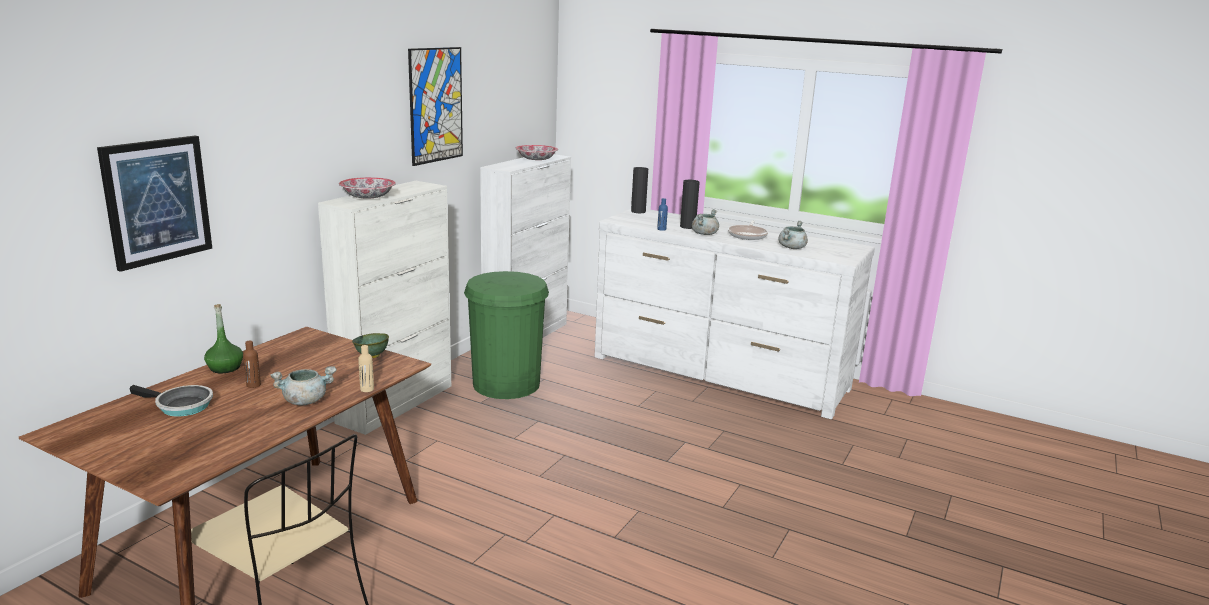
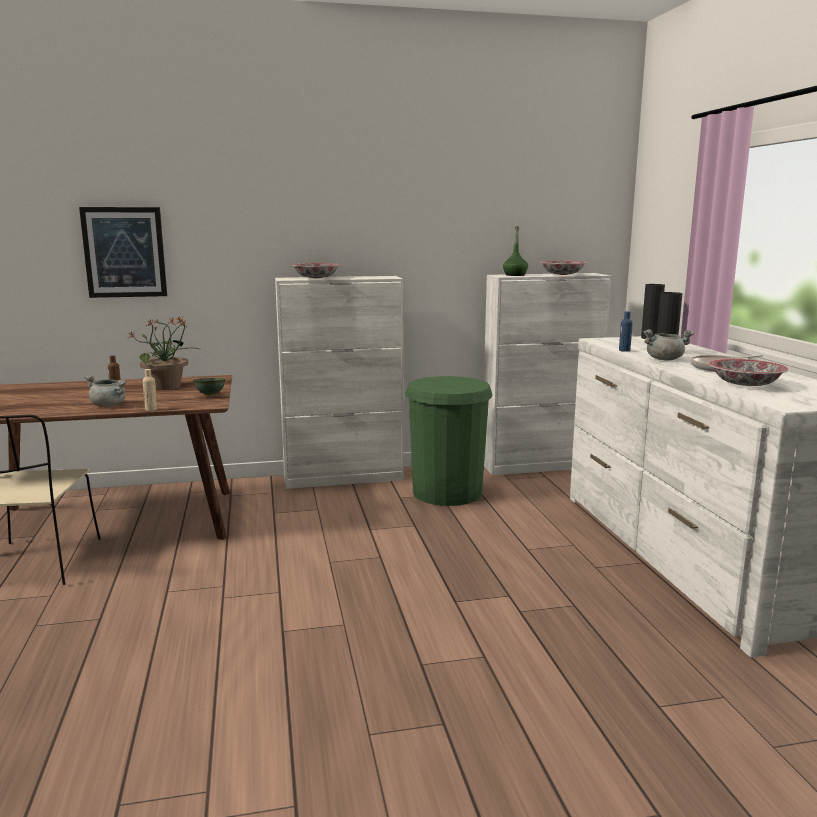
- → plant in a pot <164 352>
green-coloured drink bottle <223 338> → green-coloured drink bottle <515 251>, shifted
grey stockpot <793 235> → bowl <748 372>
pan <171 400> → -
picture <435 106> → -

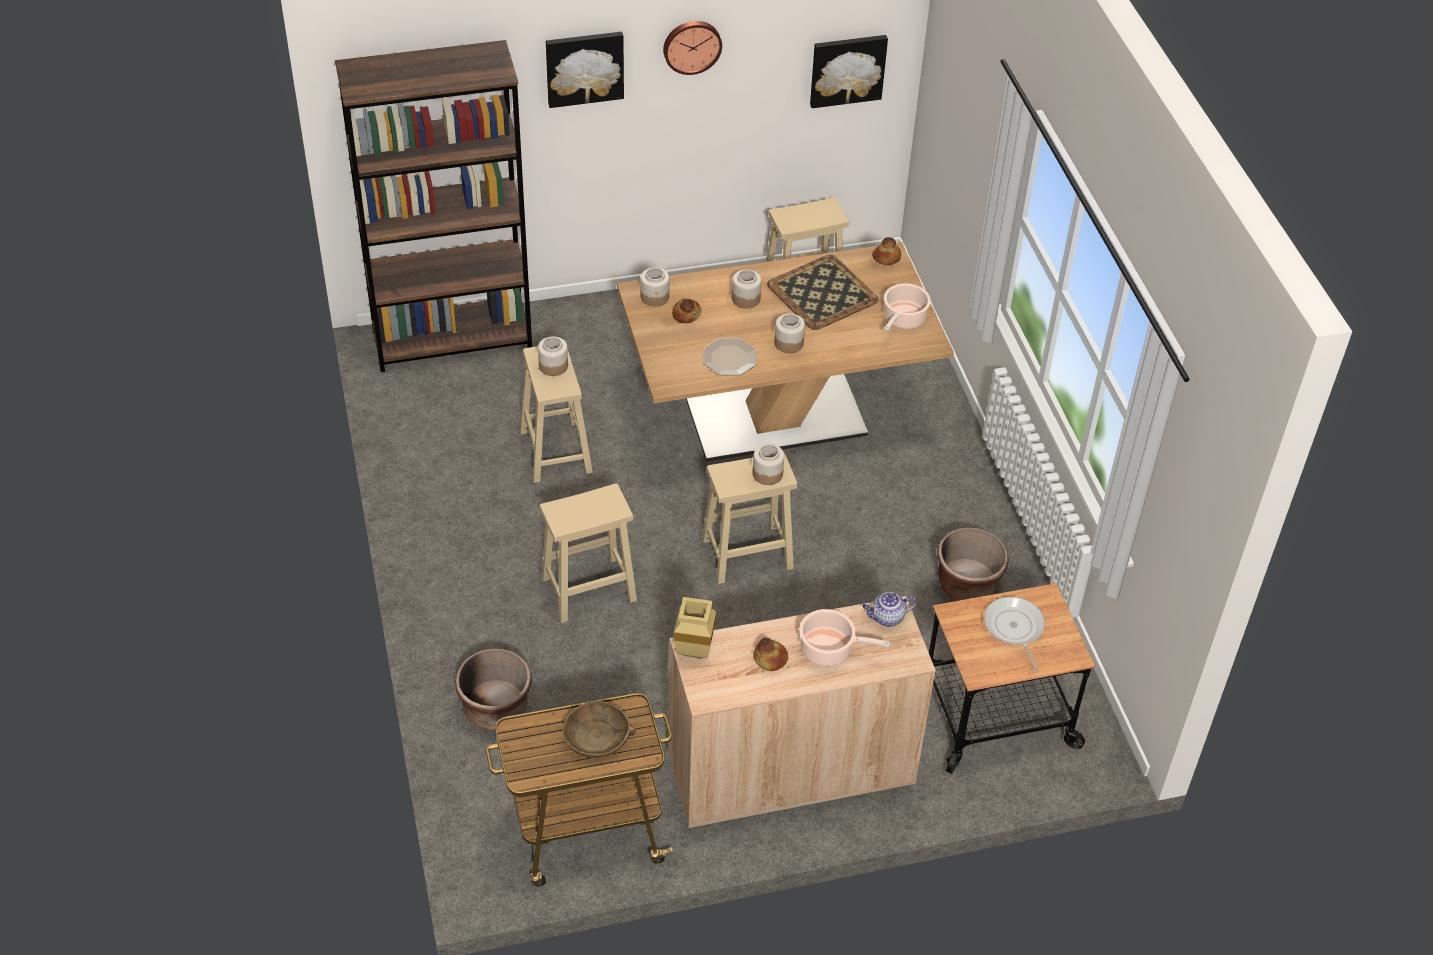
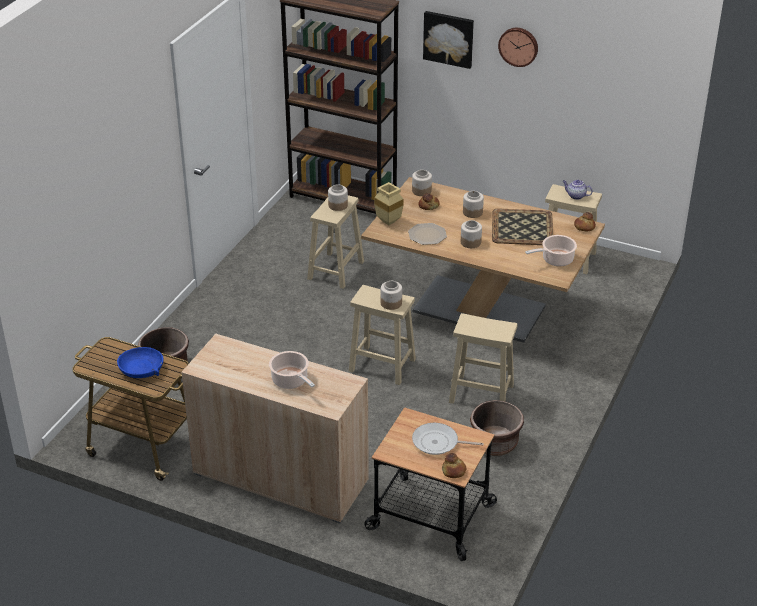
brown bowl <599 729> → blue-coloured bowl <140 362>
beige-coloured vase <695 627> → beige-coloured vase <389 203>, shifted
pan <1014 635> → pan <447 439>, 105 degrees counterclockwise
baked bread <770 654> → baked bread <454 465>, shifted
beige-coloured stool seat <588 553> → beige-coloured stool seat <483 358>, shifted
pot for tea <889 609> → pot for tea <578 190>, shifted
picture <849 71> → -

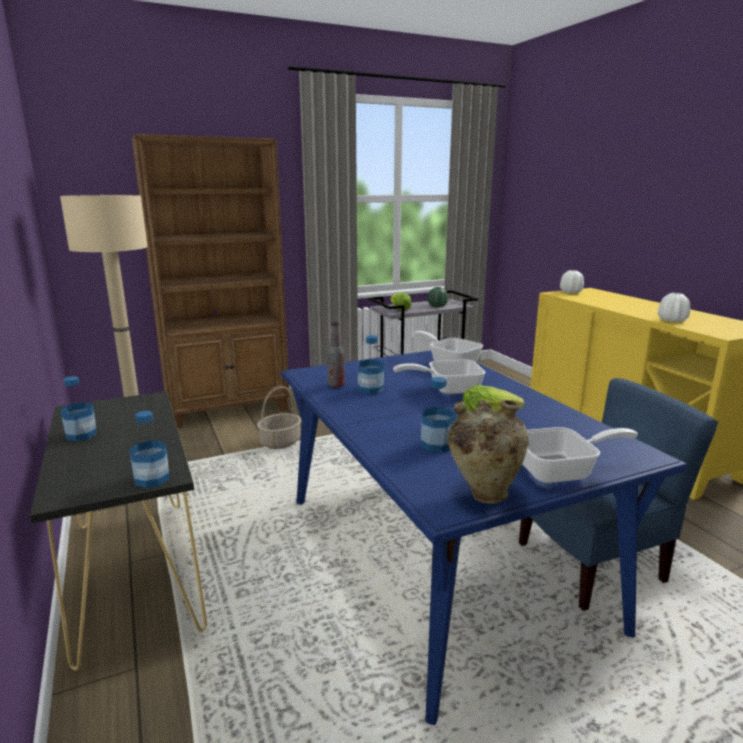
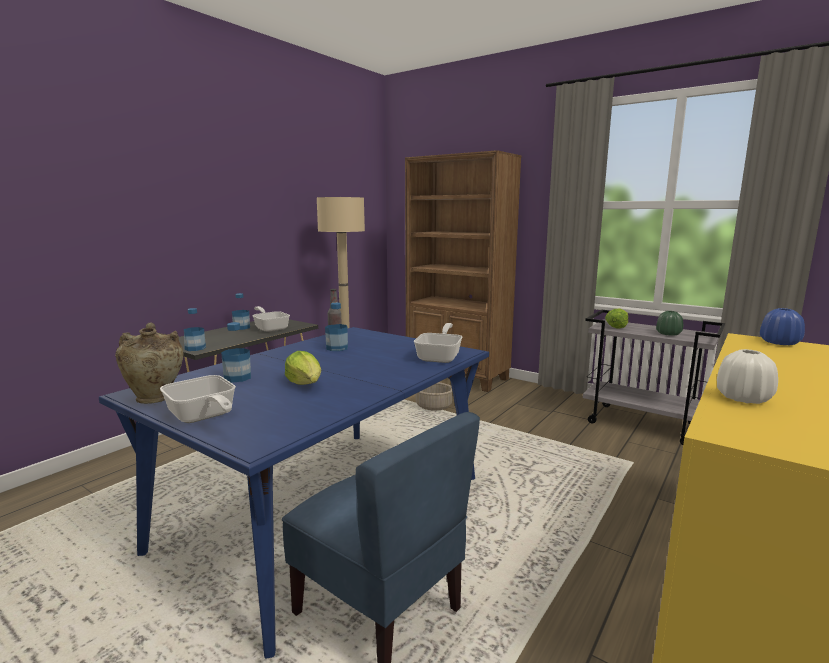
pan <439 377> → pan <271 319>, shifted
white-coloured vase <572 281> → blue-coloured vase <782 326>

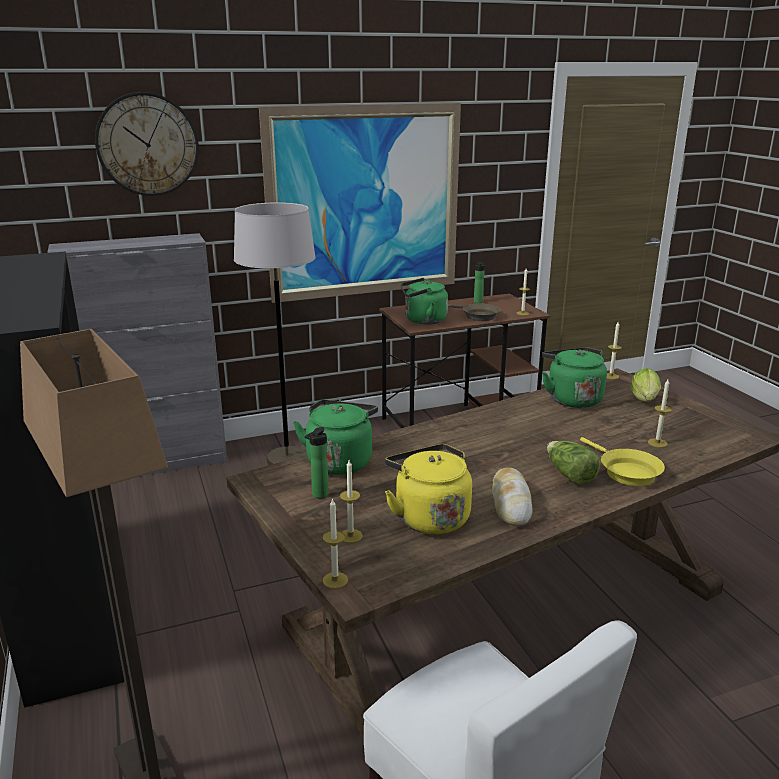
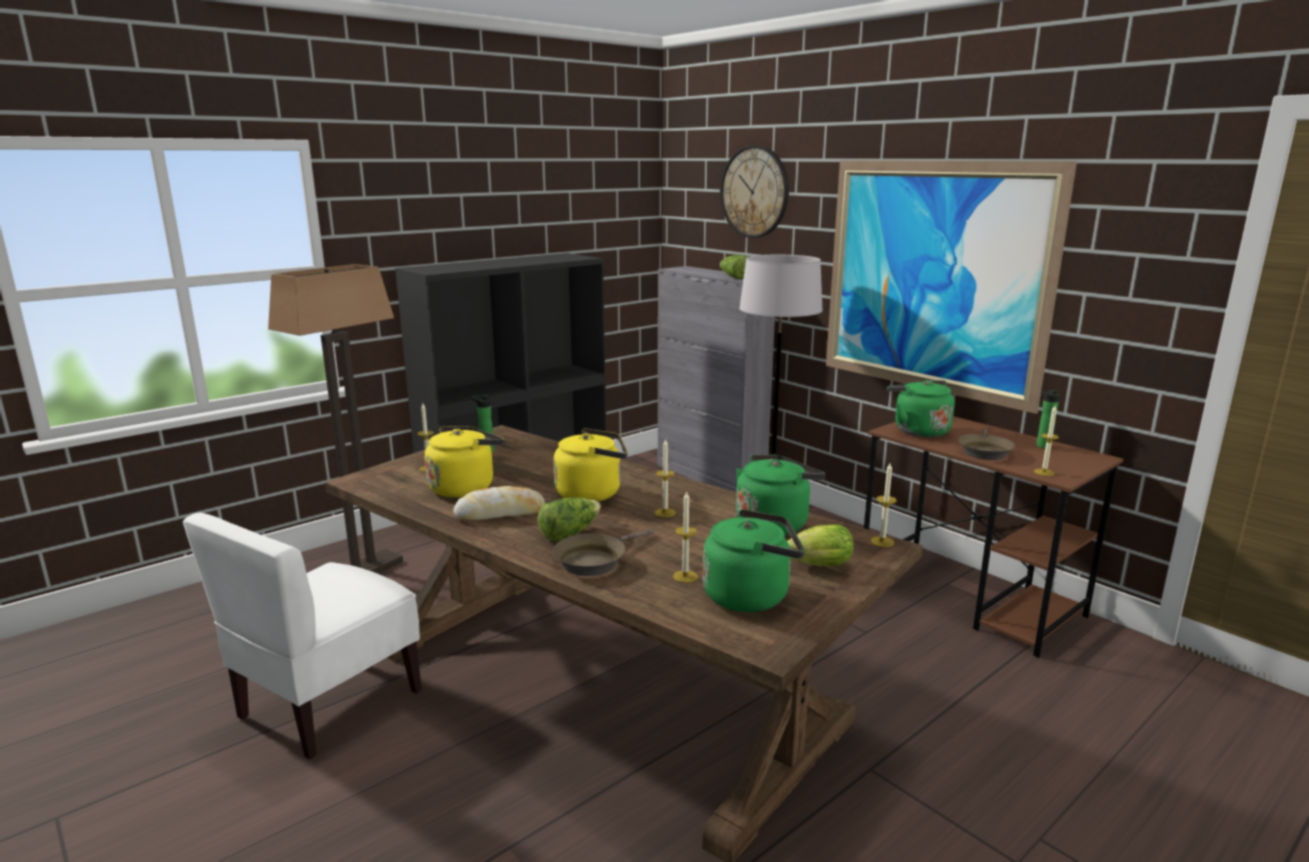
- → yellowish water kettle <590 465>
yellowish pan <622 461> → brown pan <604 552>
candle <335 543> → candle <665 477>, shifted
green-coloured water kettle <335 437> → green-coloured water kettle <754 560>, shifted
- → head of lettuce <733 267>

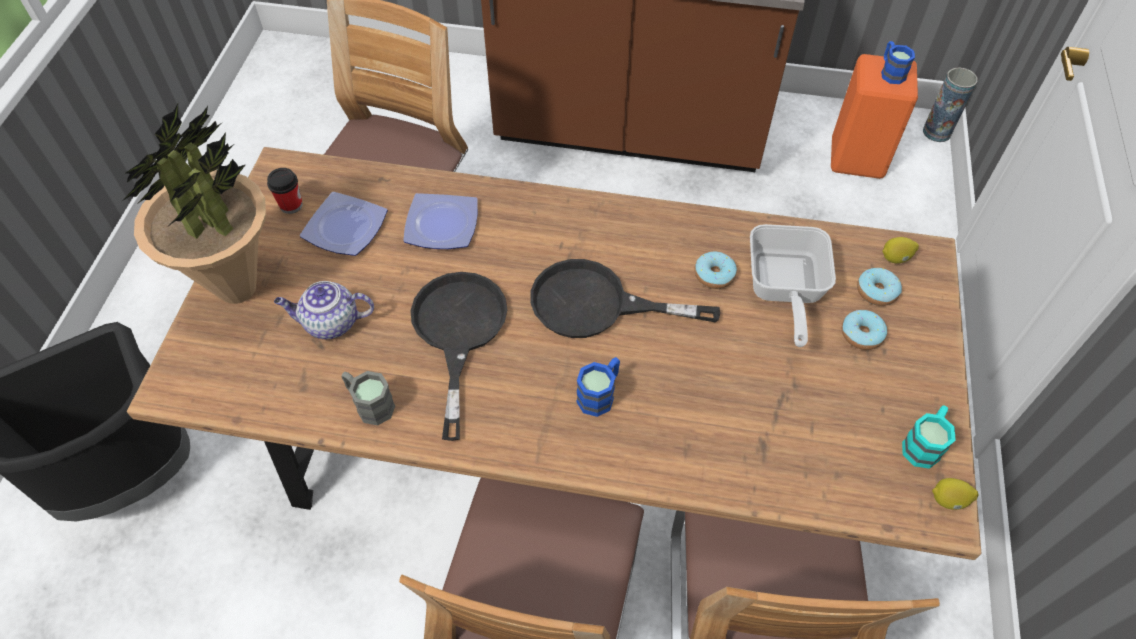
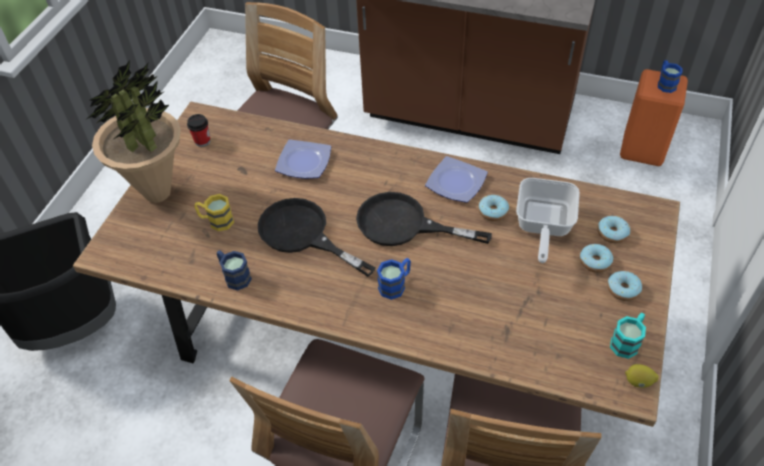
pot for tea <324 310> → yellowish tea mug <214 212>
grey tea mug <368 398> → blue-coloured tea mug <234 270>
blackish pan <459 356> → blackish pan <317 237>, 60 degrees counterclockwise
plate <344 224> → plate <456 179>, shifted
- → doughnut <624 286>
citrus fruit <900 250> → -
vase <950 104> → -

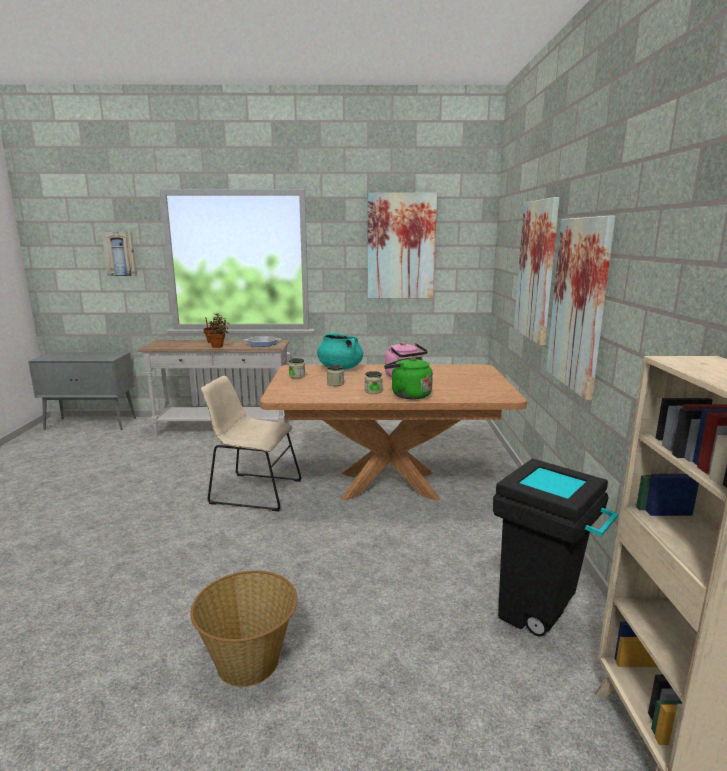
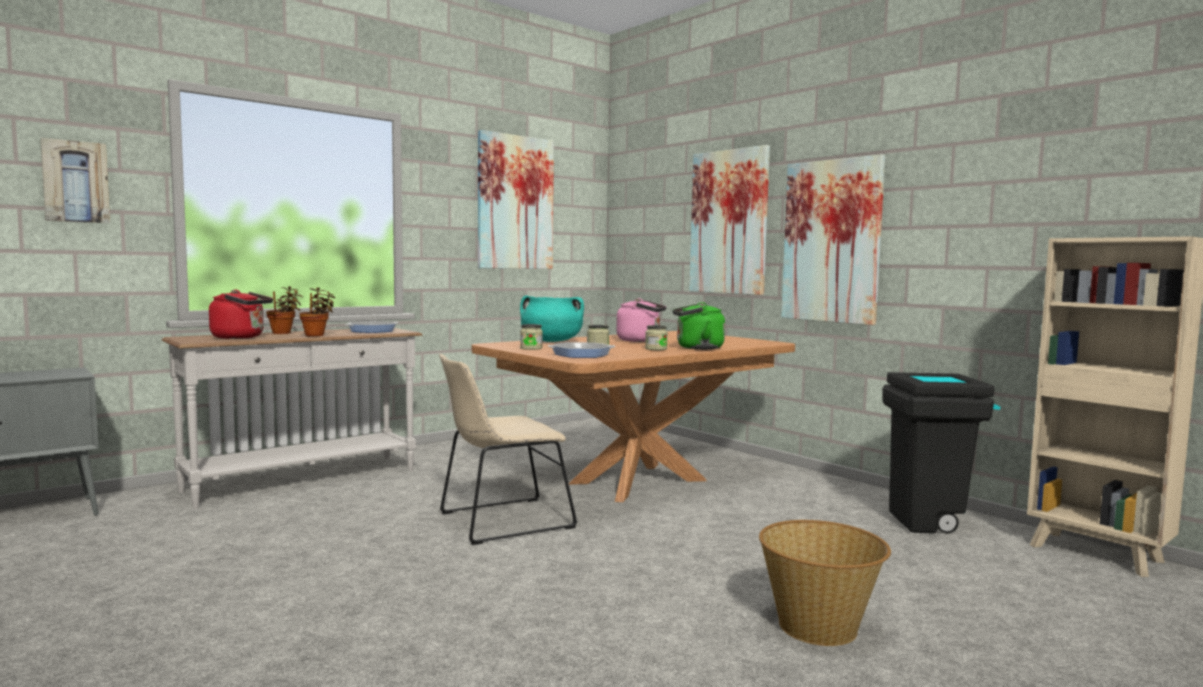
- → red water kettle <241 314>
- → pan <581 350>

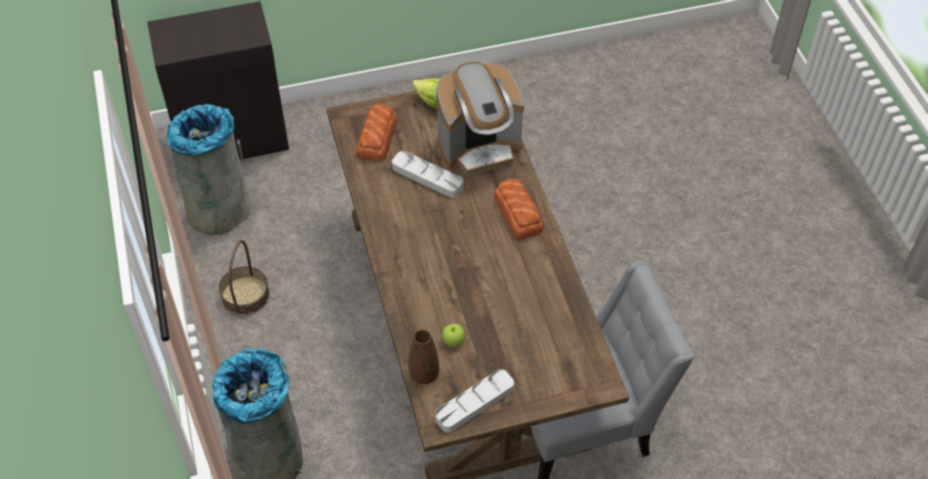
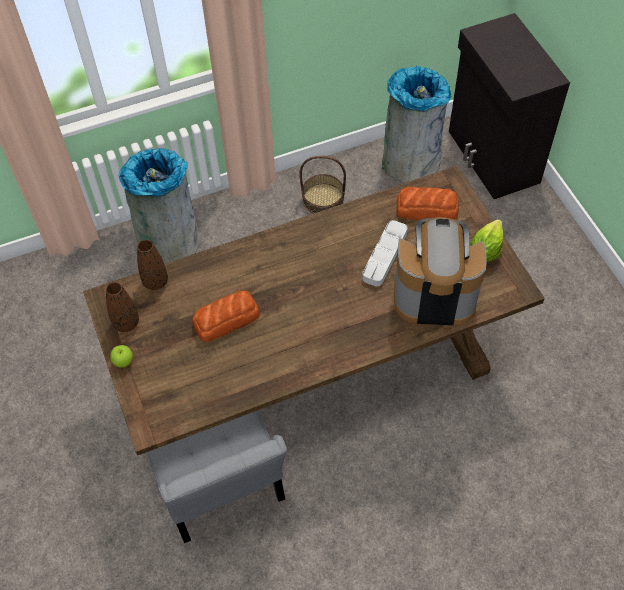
grey tray <474 401> → brown vase <122 307>
apple fruit <453 335> → apple fruit <121 356>, shifted
baked bread <518 209> → baked bread <226 316>, shifted
coffee maker <480 119> → coffee maker <440 271>, 120 degrees clockwise

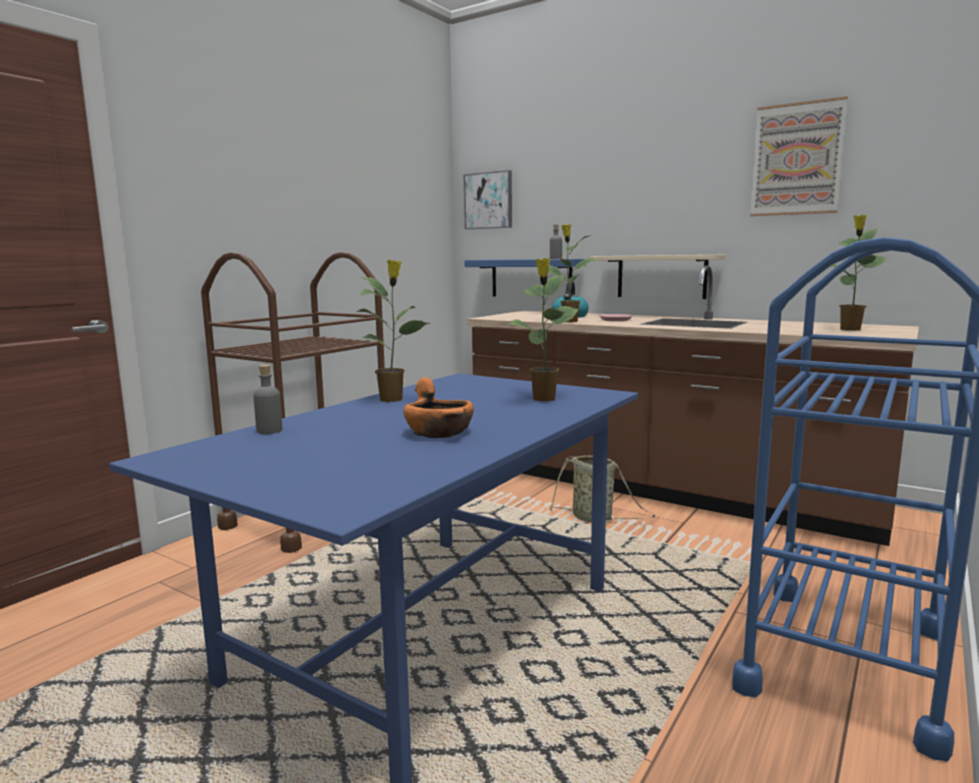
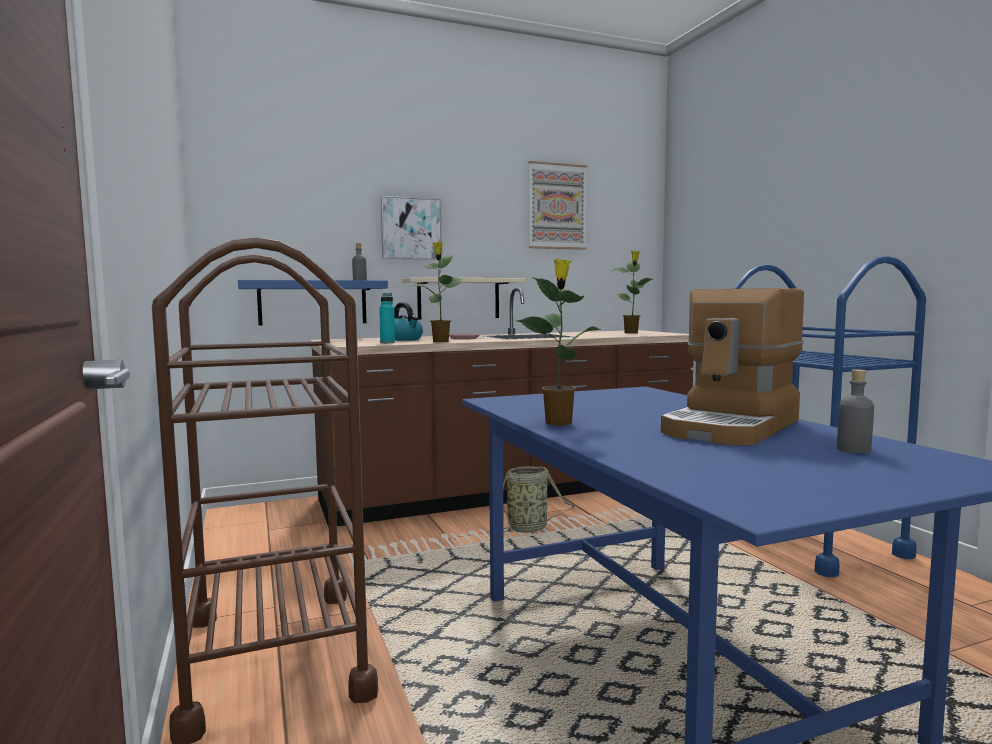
- → turquoise drink bottle <387 318>
picture <488 199> → picture <411 228>, shifted
orangey bowl <438 407> → coffee maker <732 366>
grey drink bottle <267 399> → grey drink bottle <855 411>, shifted
plant in a pot <543 329> → -

